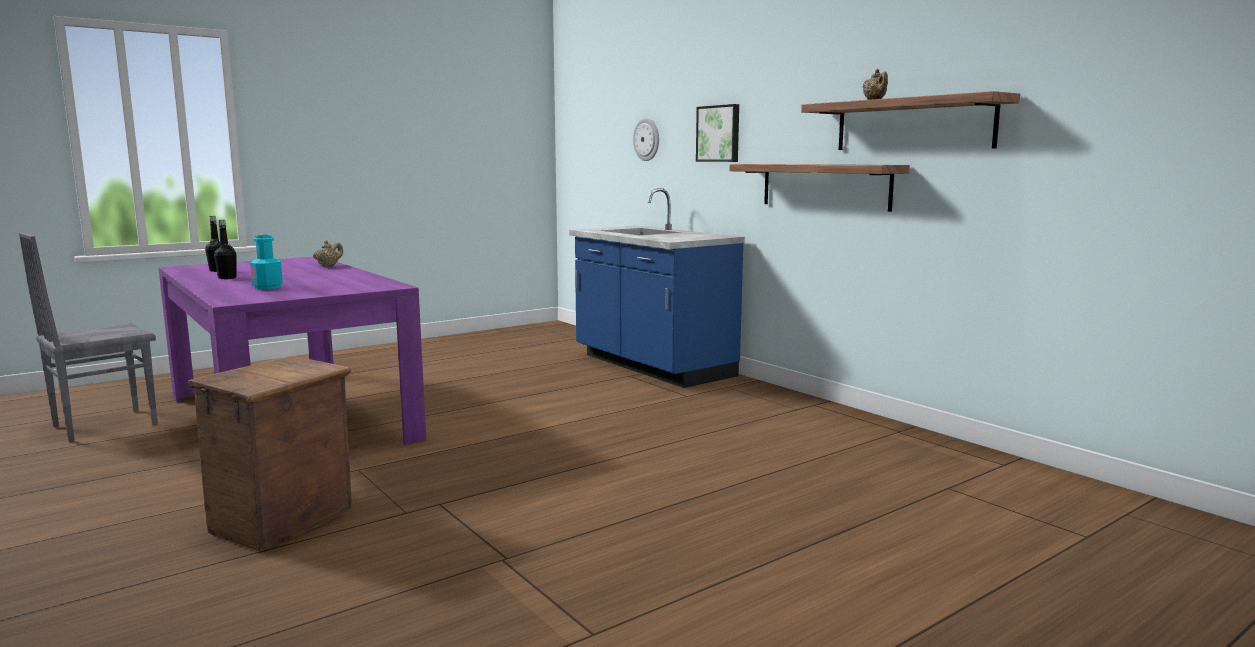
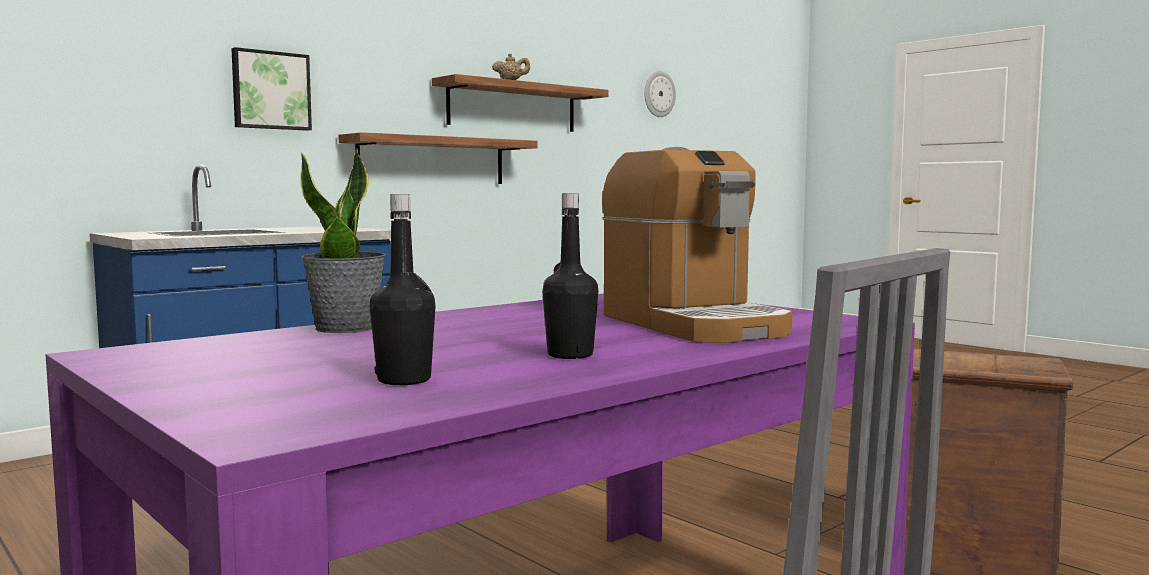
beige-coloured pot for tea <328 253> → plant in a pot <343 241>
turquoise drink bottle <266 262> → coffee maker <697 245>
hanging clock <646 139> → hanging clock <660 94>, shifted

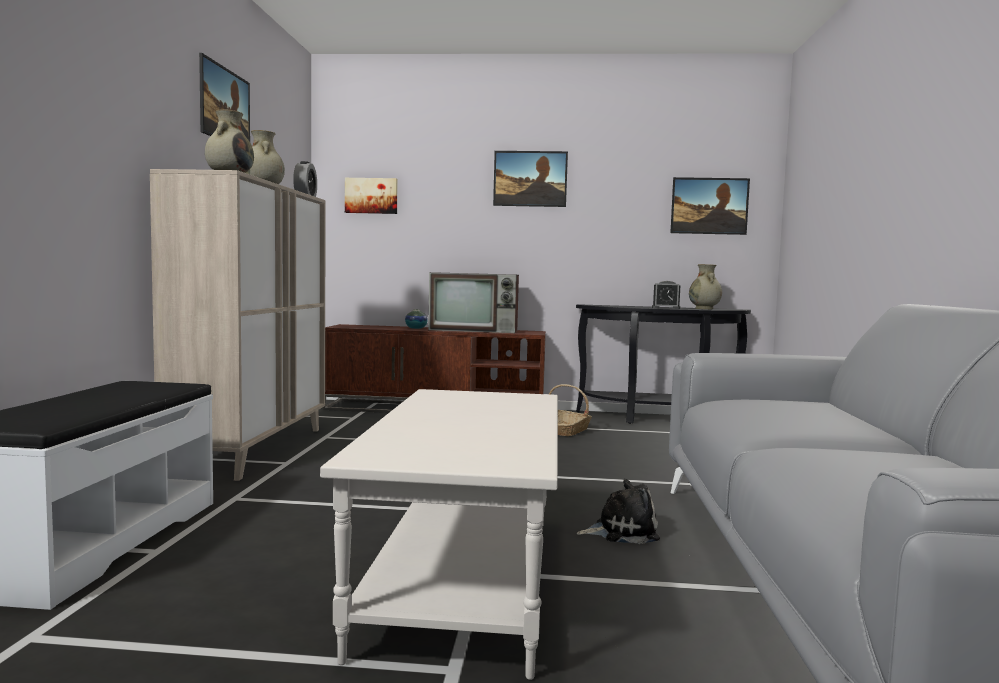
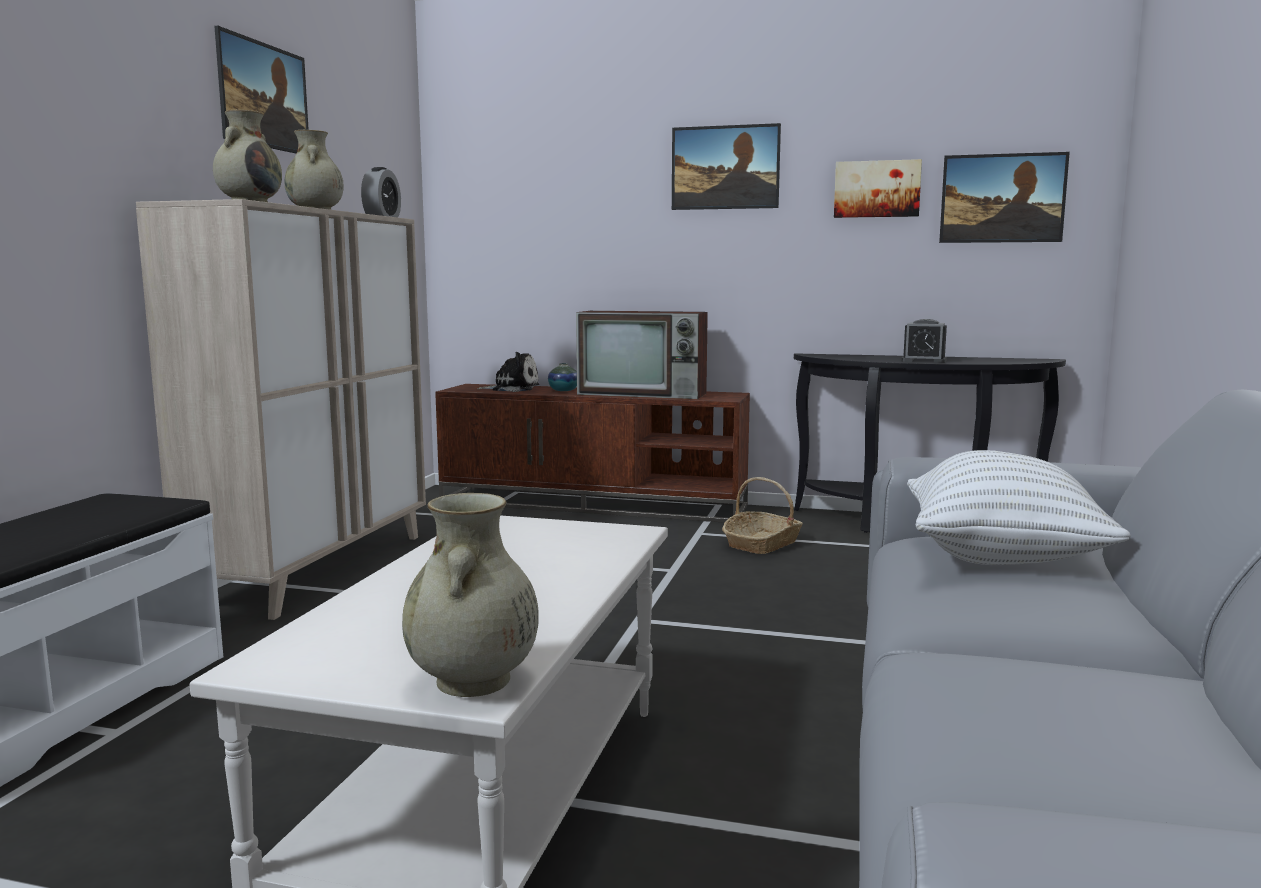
beige-coloured vase <705 286> → beige-coloured vase <470 595>, shifted
cuddly toy <618 511> → cuddly toy <508 372>, shifted
picture <371 196> → picture <878 188>, shifted
- → white-coloured pillow <1019 507>

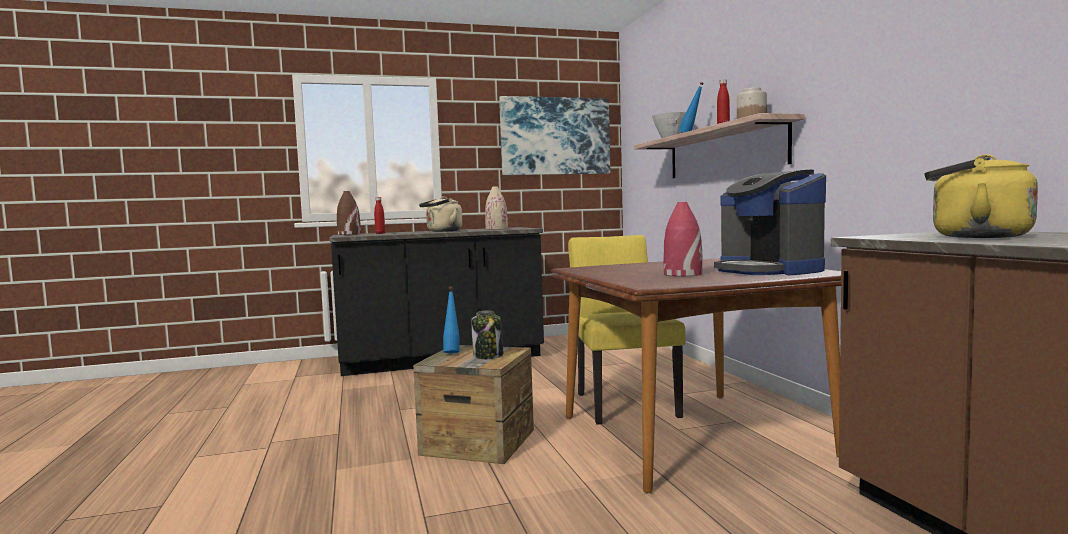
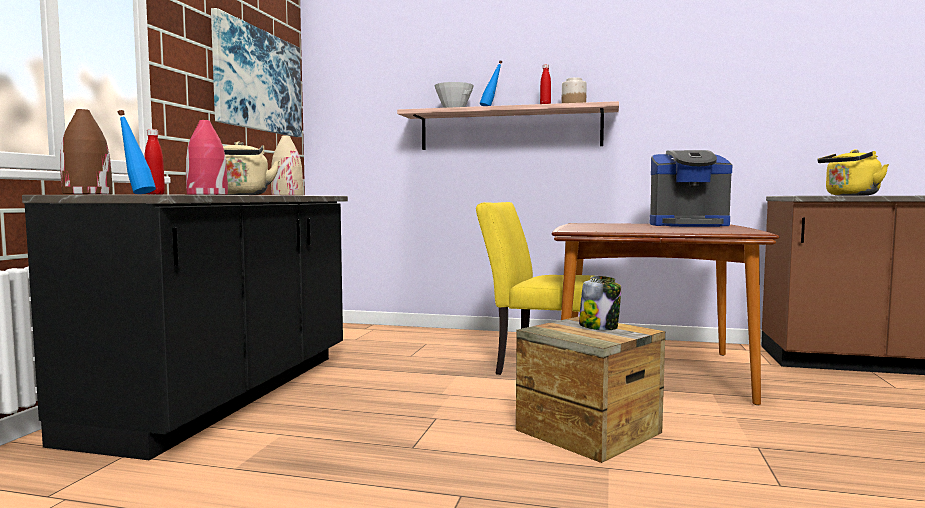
blue-coloured drink bottle <451 319> → blue-coloured drink bottle <136 152>, shifted
red vase <683 239> → red vase <207 157>, shifted

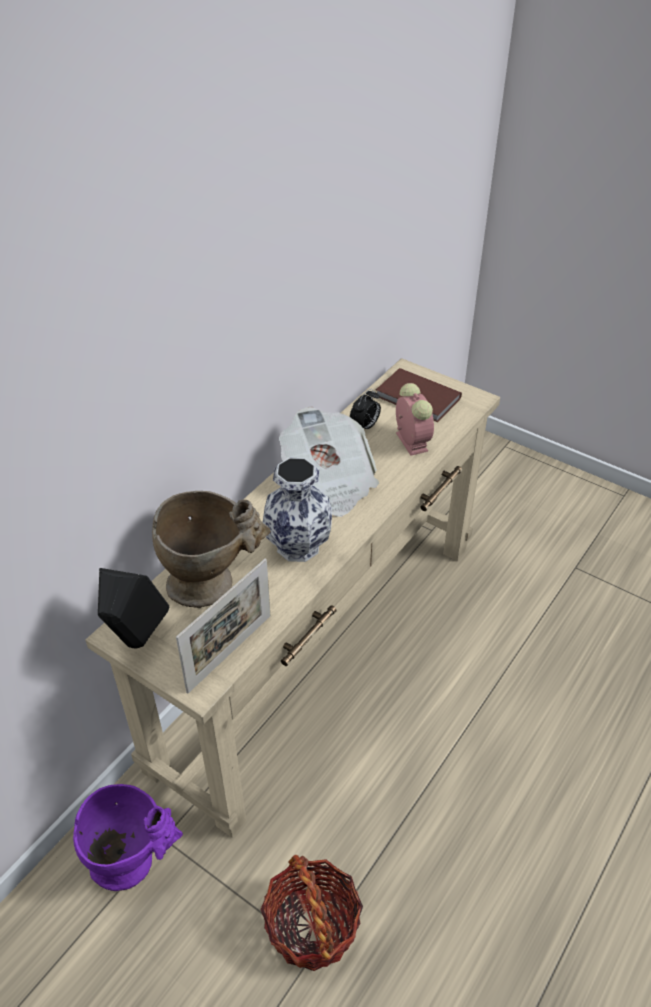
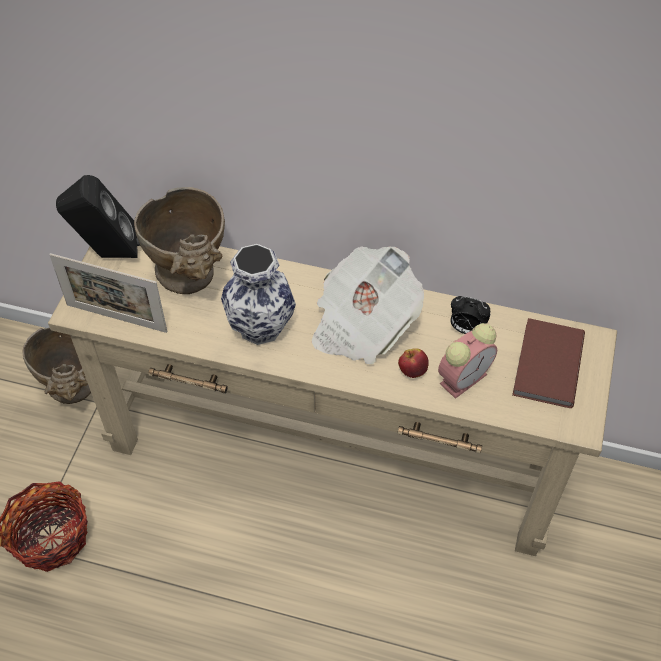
purple-coloured vase <128 837> → beige-coloured vase <57 365>
- → apple fruit <413 363>

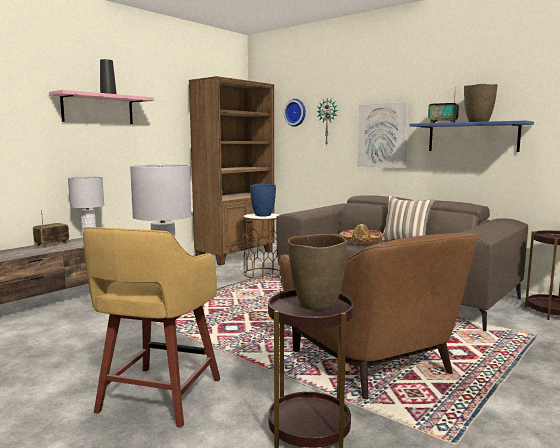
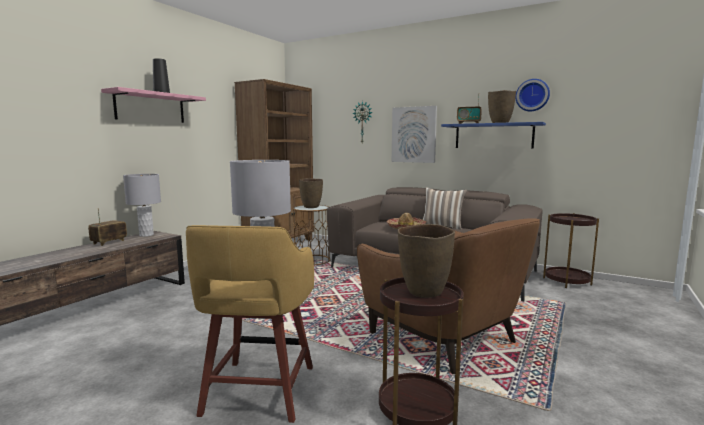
blue-coloured vase <263 200> → brown vase <311 193>
hanging clock <295 113> → hanging clock <533 95>, shifted

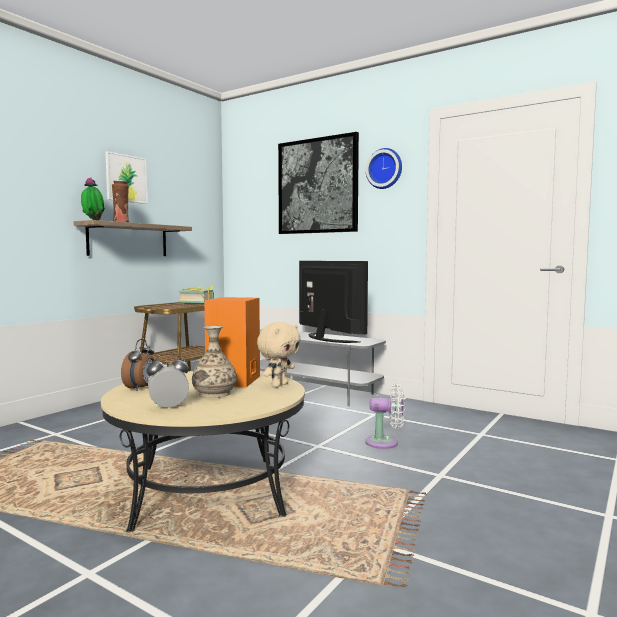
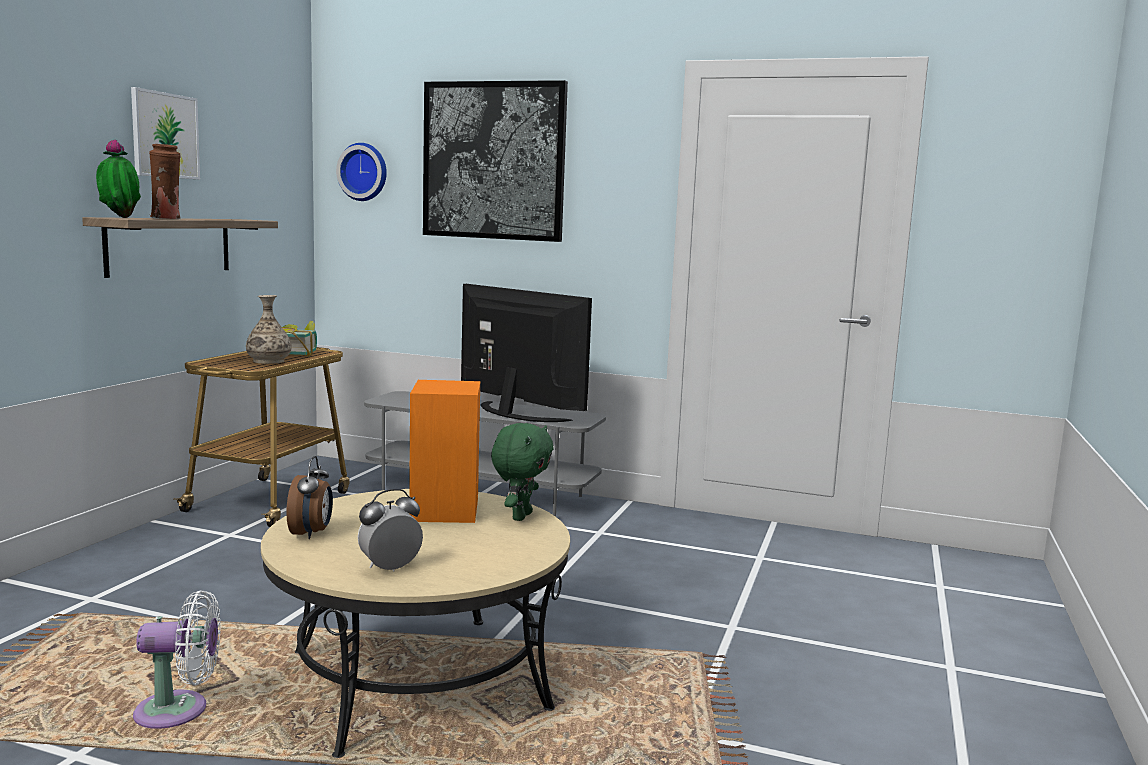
white-coloured fan <385 416> → white-coloured fan <177 659>, shifted
vase <214 362> → vase <268 329>, shifted
hanging clock <384 168> → hanging clock <361 172>, shifted
beige-coloured cuddly toy <279 354> → green-coloured cuddly toy <522 472>

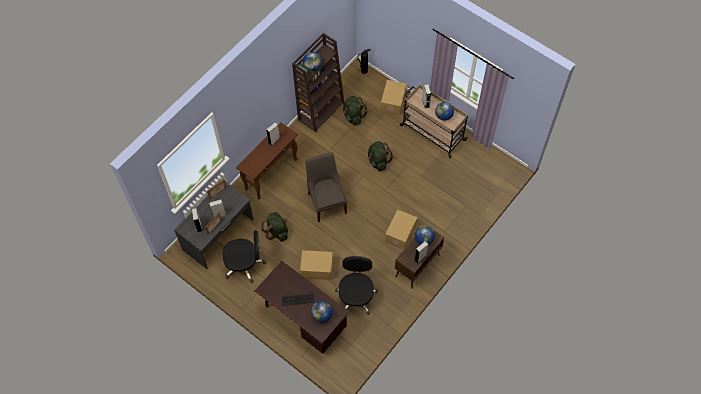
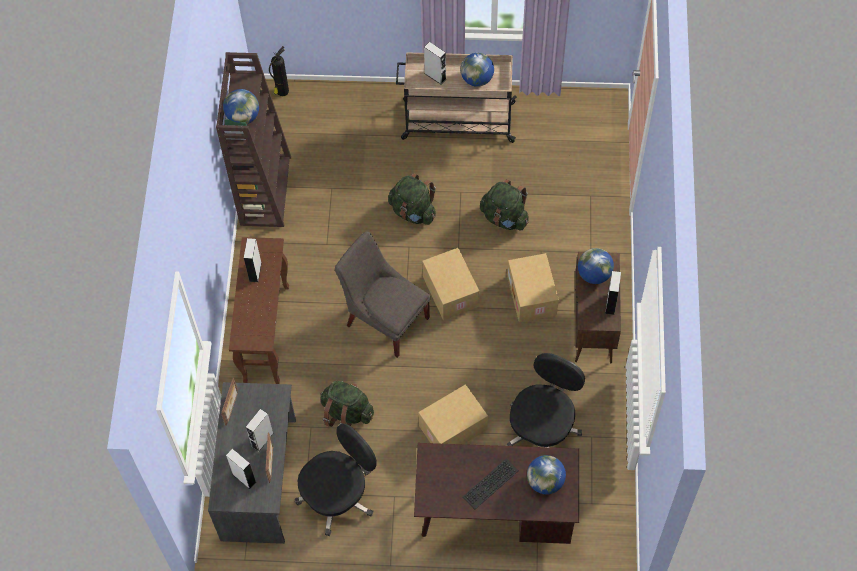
carton <393 98> → carton <450 284>, shifted
green-coloured backpack <355 111> → green-coloured backpack <504 205>, shifted
blackish computer chair <356 285> → blackish computer chair <545 400>, 60 degrees clockwise

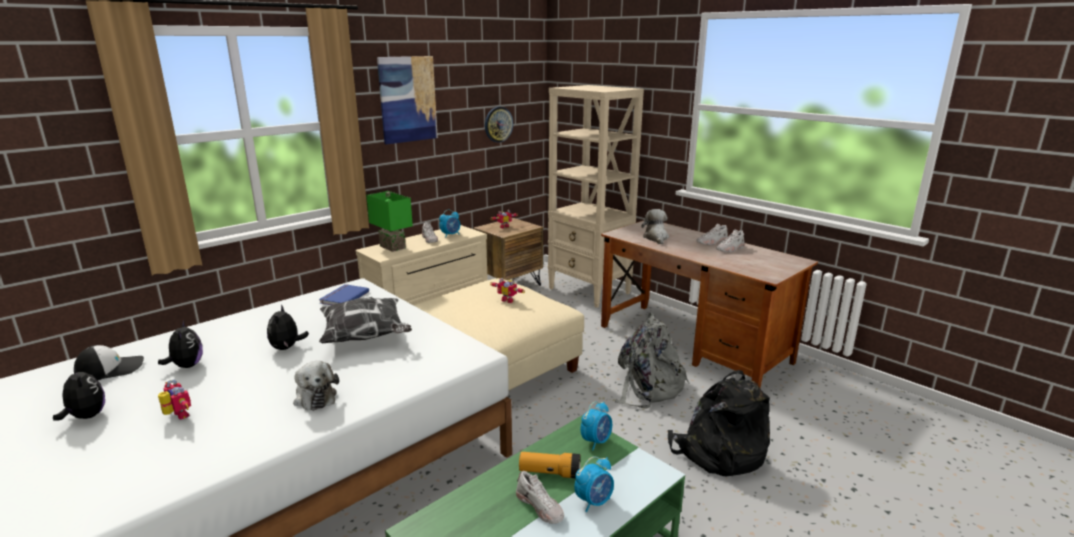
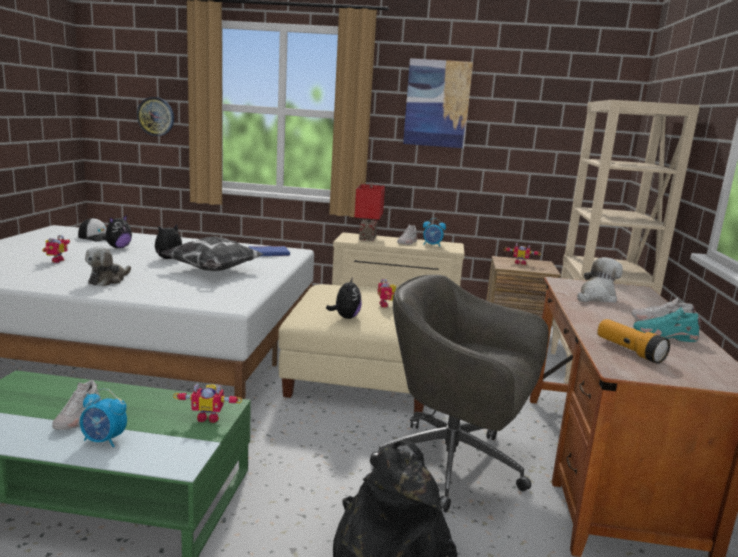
hanging clock <499 124> → hanging clock <155 116>, shifted
table clock <596 426> → toy robot <207 403>
cuddly toy <79 393> → cuddly toy <344 298>, shifted
green-coloured tabletop lamp <389 221> → red tabletop lamp <370 212>
grey backpack <652 360> → grey computer chair <459 393>
flashlight <550 465> → flashlight <633 341>, shifted
white-coloured shoe <730 240> → turquoise shoe <667 324>

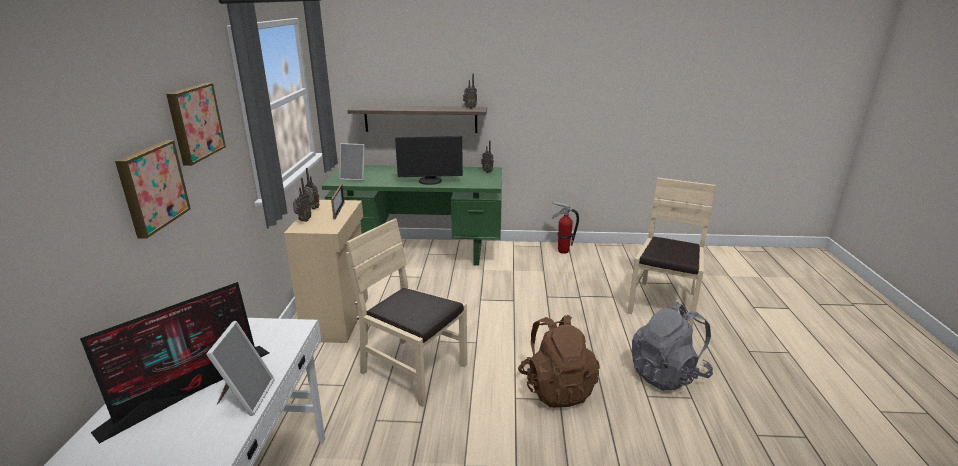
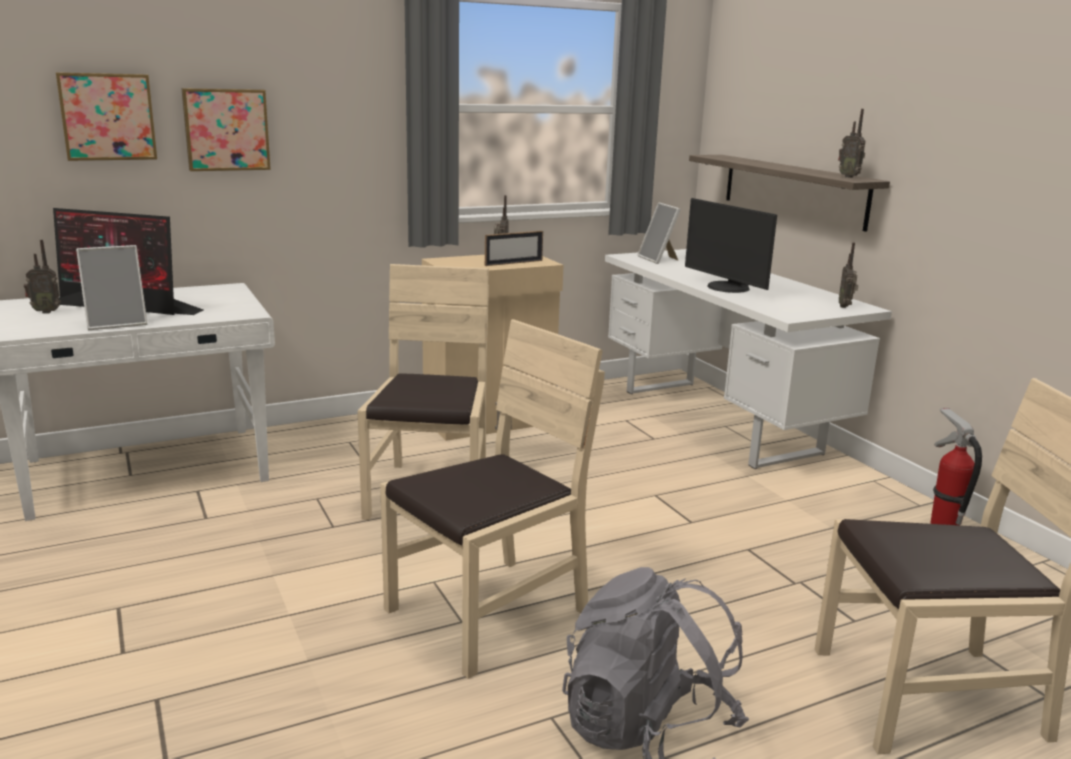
radio <302 200> → radio <42 277>, shifted
picture <196 124> → picture <106 116>, shifted
brown backpack <559 361> → beige-coloured chair <492 499>
green-coloured desk unit <412 215> → white-coloured desk unit <748 359>

